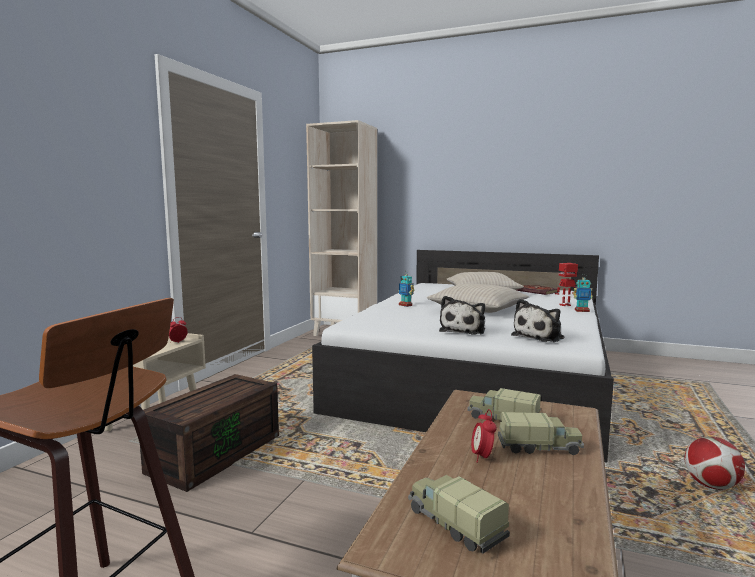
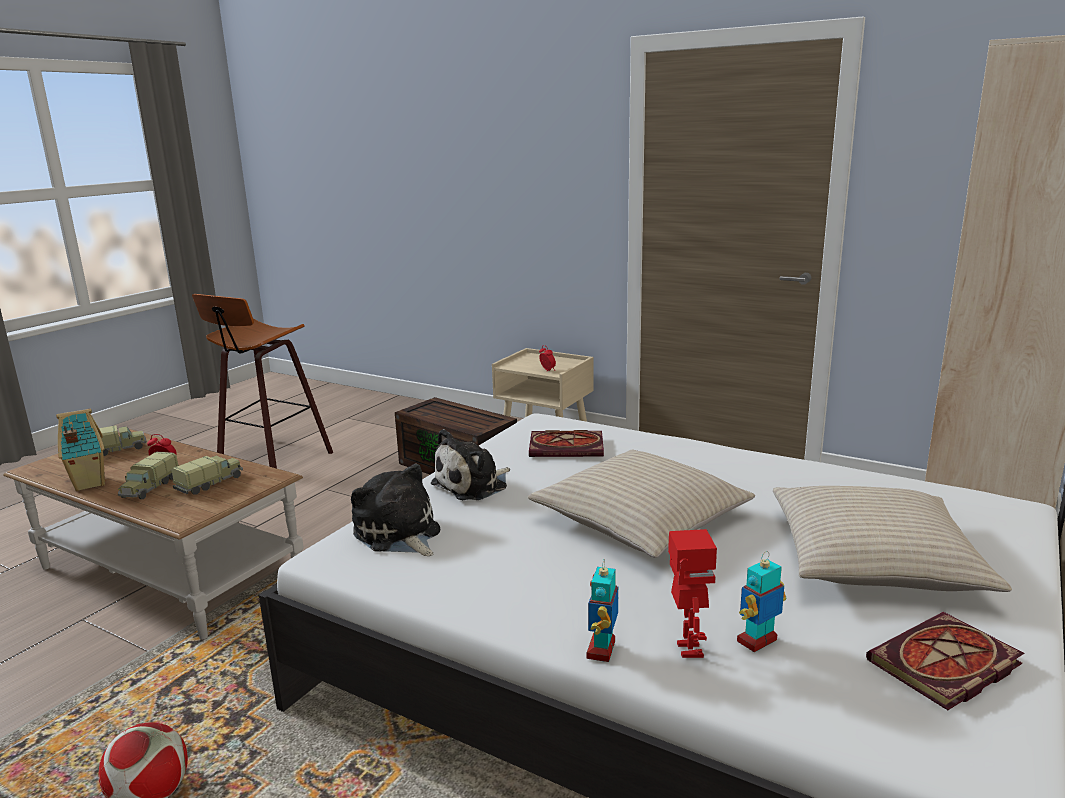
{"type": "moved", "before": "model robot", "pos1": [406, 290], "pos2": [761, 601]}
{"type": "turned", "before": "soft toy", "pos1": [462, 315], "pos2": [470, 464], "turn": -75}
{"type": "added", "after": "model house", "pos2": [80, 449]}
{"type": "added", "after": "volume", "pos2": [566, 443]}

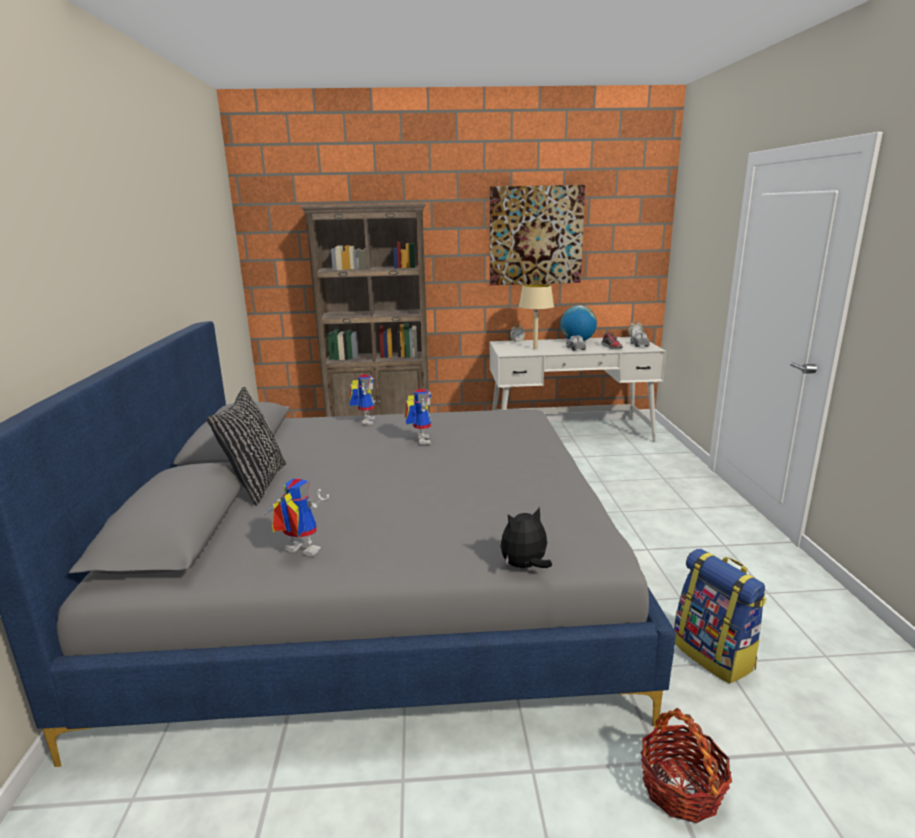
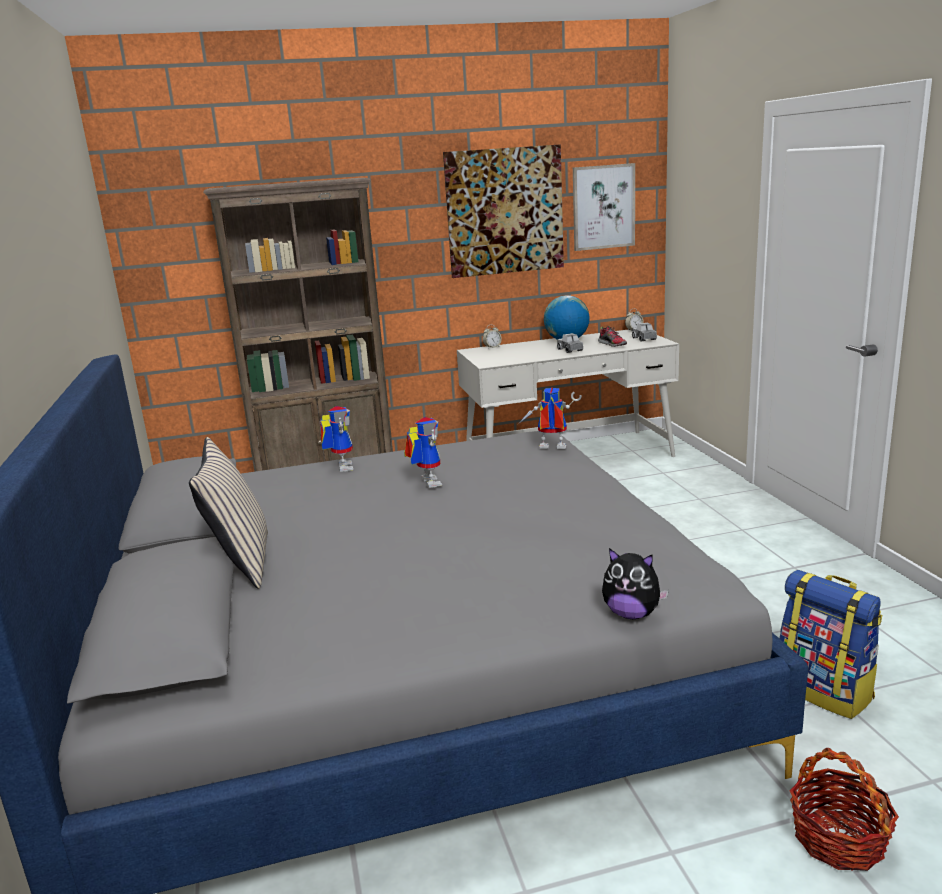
{"type": "recoloured", "before": "throw pillow (blackish)", "after": "throw pillow (beige)", "pos1": [246, 446], "pos2": [228, 513]}
{"type": "moved", "before": "model robot", "pos1": [296, 517], "pos2": [550, 418]}
{"type": "turned", "before": "soft toy", "pos1": [526, 537], "pos2": [635, 583], "turn": -120}
{"type": "removed", "before": "tabletop lamp (beige)", "pos1": [536, 317]}
{"type": "added", "after": "wall art", "pos2": [604, 207]}

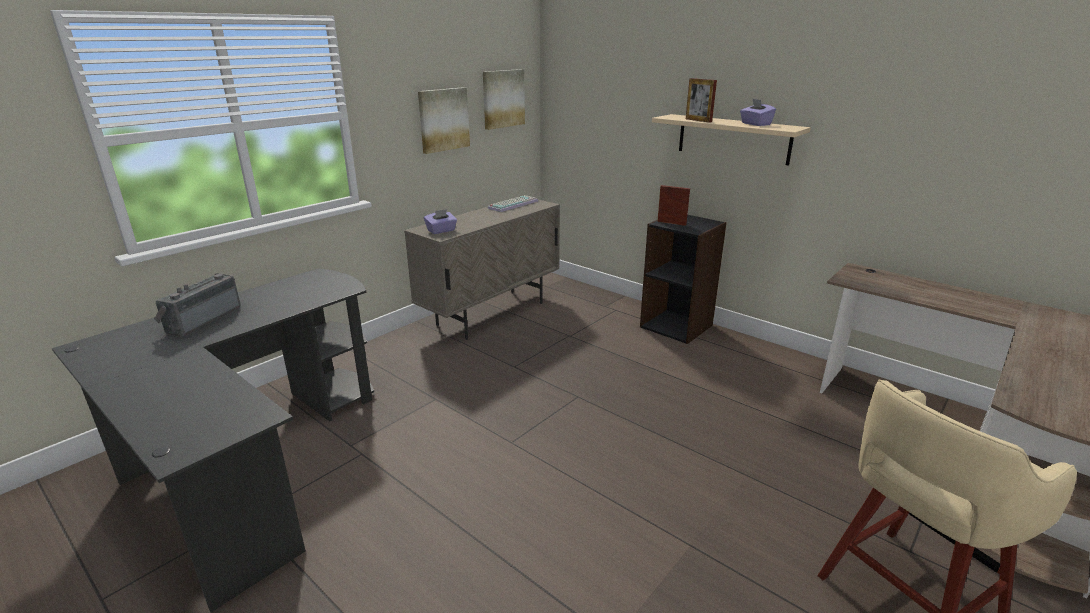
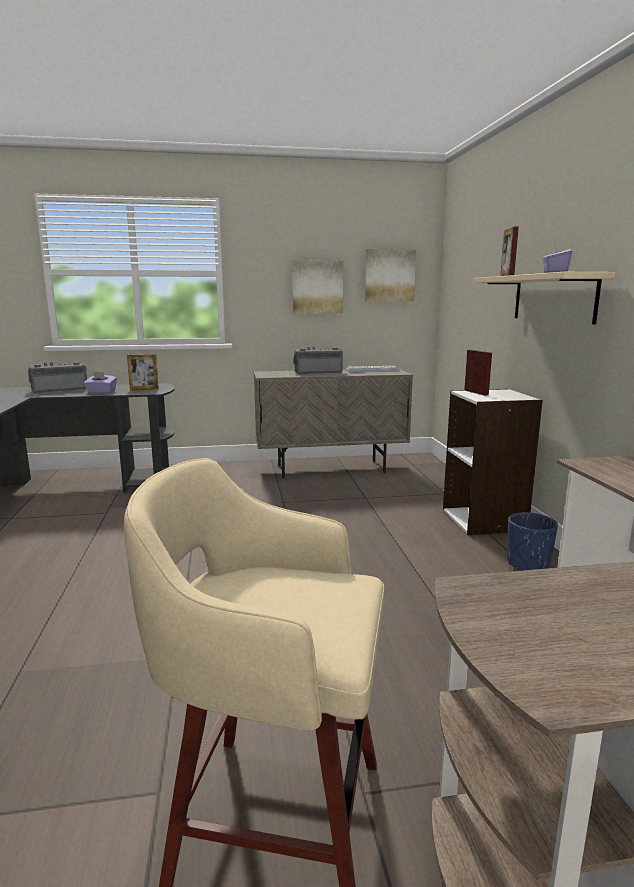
{"type": "moved", "before": "box of tissues (purple)", "pos1": [440, 221], "pos2": [100, 382]}
{"type": "recoloured", "before": "shelving unit (blackish)", "after": "shelving unit (white-coloured)", "pos1": [683, 279], "pos2": [493, 462]}
{"type": "added", "after": "standing frame", "pos2": [143, 372]}
{"type": "added", "after": "radio receiver", "pos2": [318, 360]}
{"type": "added", "after": "planter (bluish)", "pos2": [532, 541]}

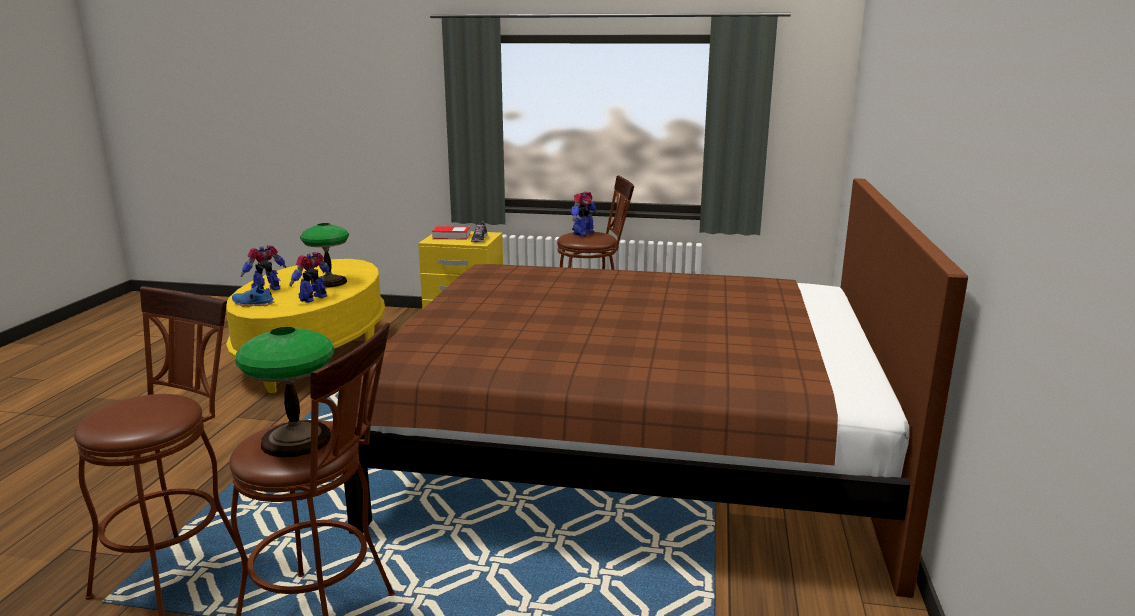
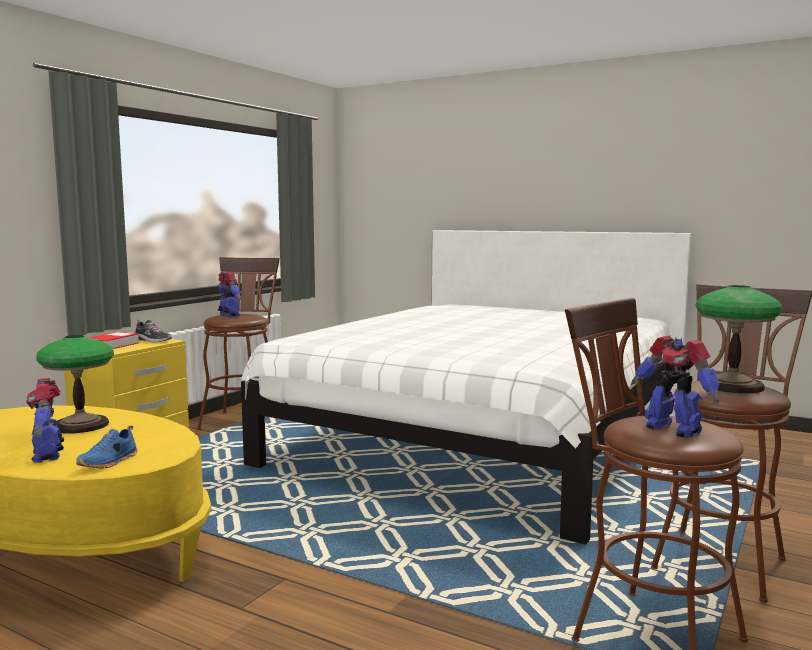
{"type": "moved", "before": "model robot", "pos1": [310, 277], "pos2": [675, 387]}
{"type": "recoloured", "before": "bed (brown-coloured)", "after": "bed (white-coloured)", "pos1": [655, 388], "pos2": [466, 387]}

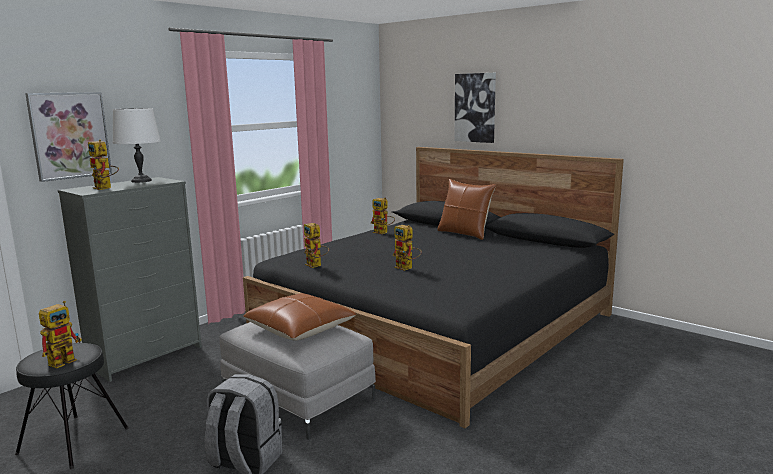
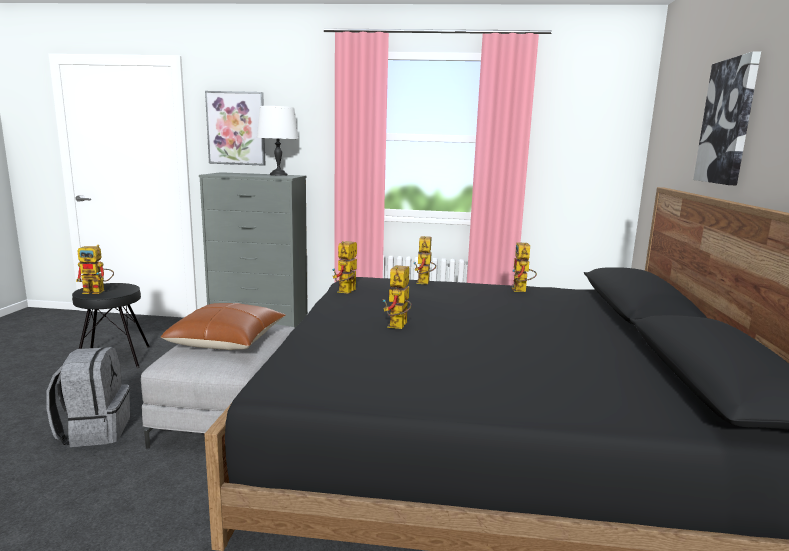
{"type": "moved", "before": "model robot", "pos1": [103, 164], "pos2": [424, 260]}
{"type": "removed", "before": "throw pillow (brown-coloured)", "pos1": [466, 209]}

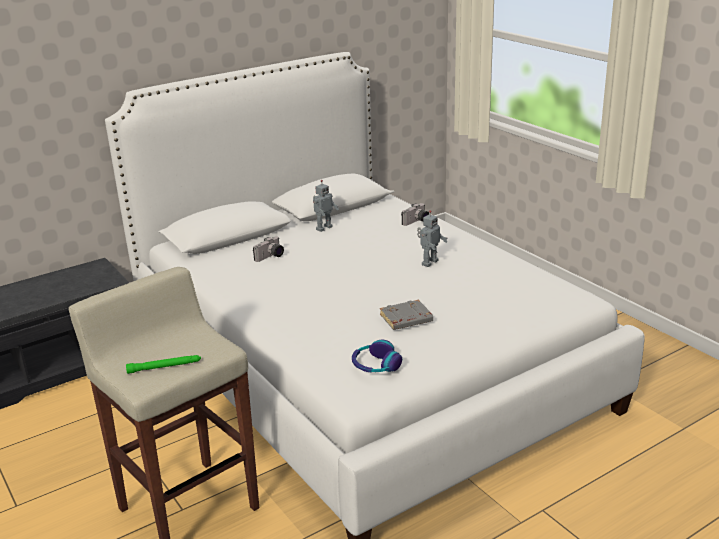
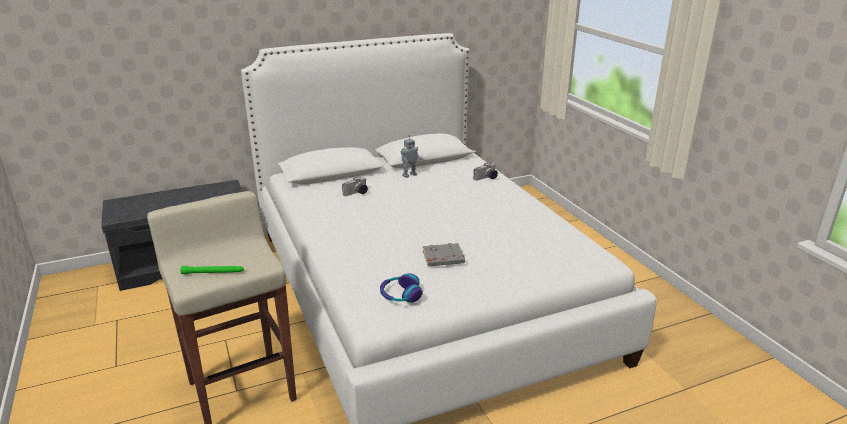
{"type": "removed", "before": "model robot", "pos1": [432, 238]}

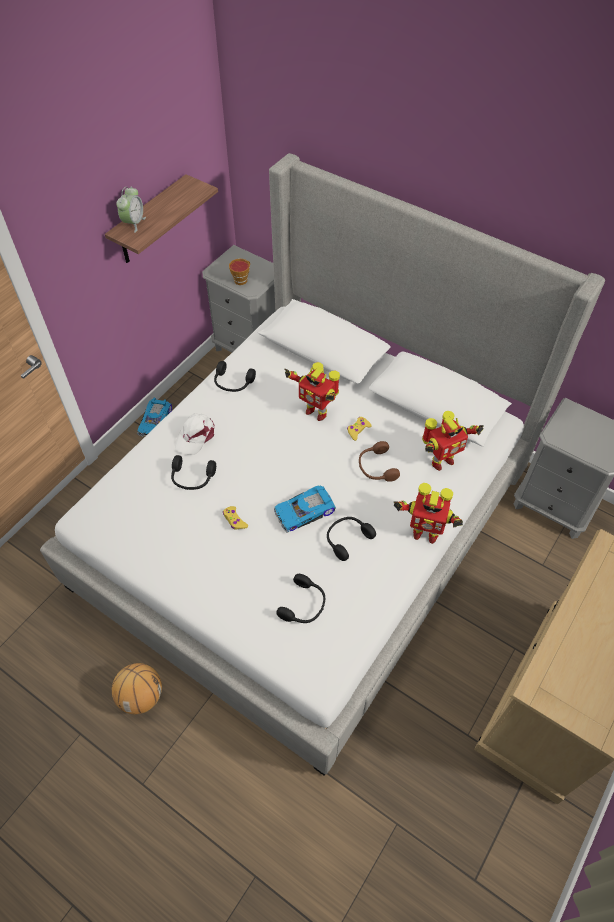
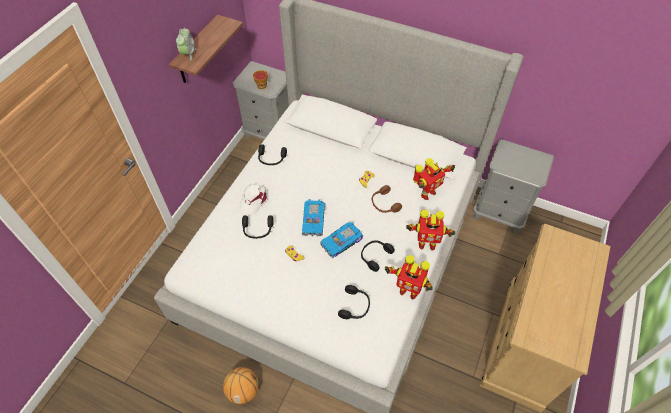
{"type": "moved", "before": "toy car", "pos1": [154, 417], "pos2": [313, 218]}
{"type": "moved", "before": "model robot", "pos1": [312, 391], "pos2": [409, 277]}

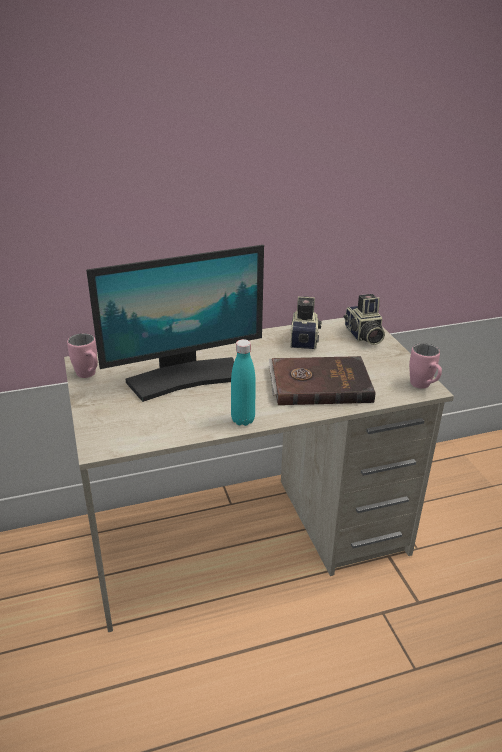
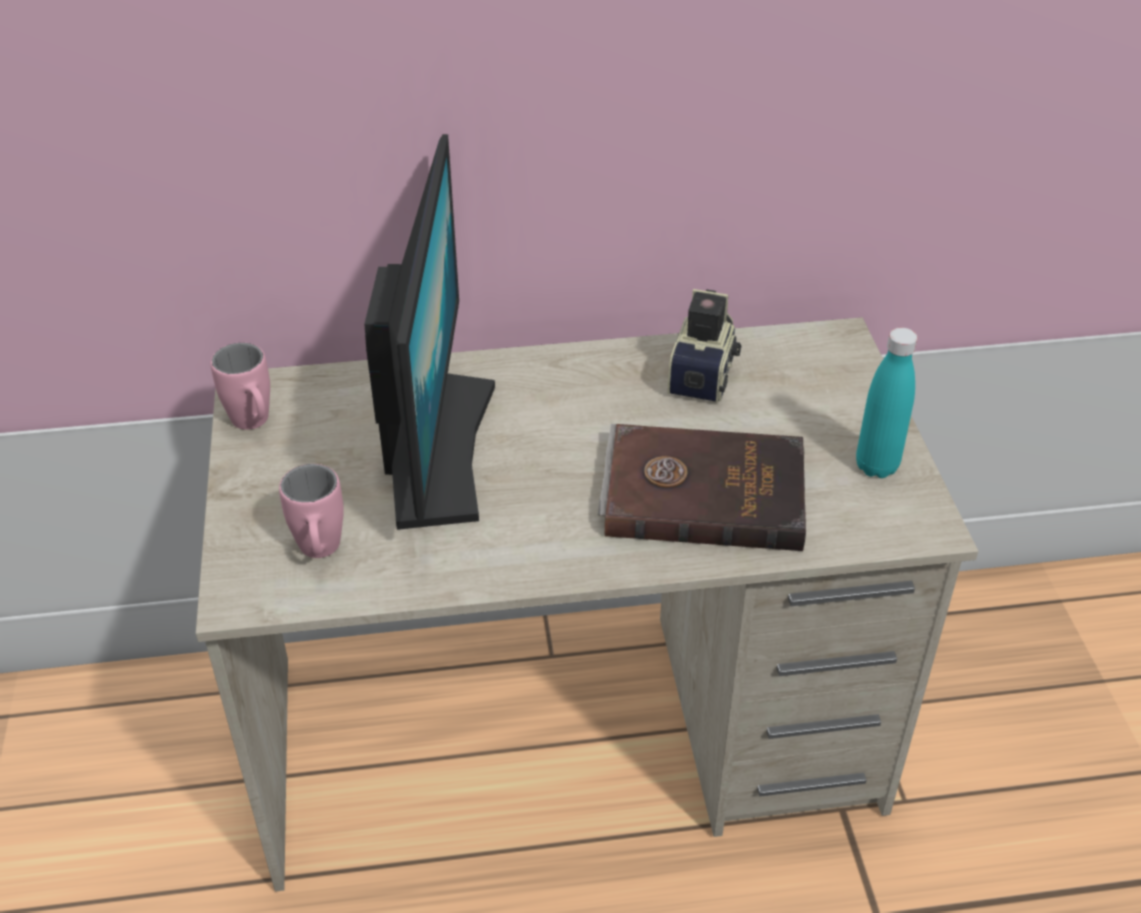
{"type": "turned", "before": "computer screen", "pos1": [175, 323], "pos2": [430, 332], "turn": -75}
{"type": "moved", "before": "drink bottle (blue-green)", "pos1": [243, 382], "pos2": [887, 402]}
{"type": "removed", "before": "photo camera", "pos1": [364, 319]}
{"type": "moved", "before": "mug (pinkish)", "pos1": [425, 366], "pos2": [311, 511]}

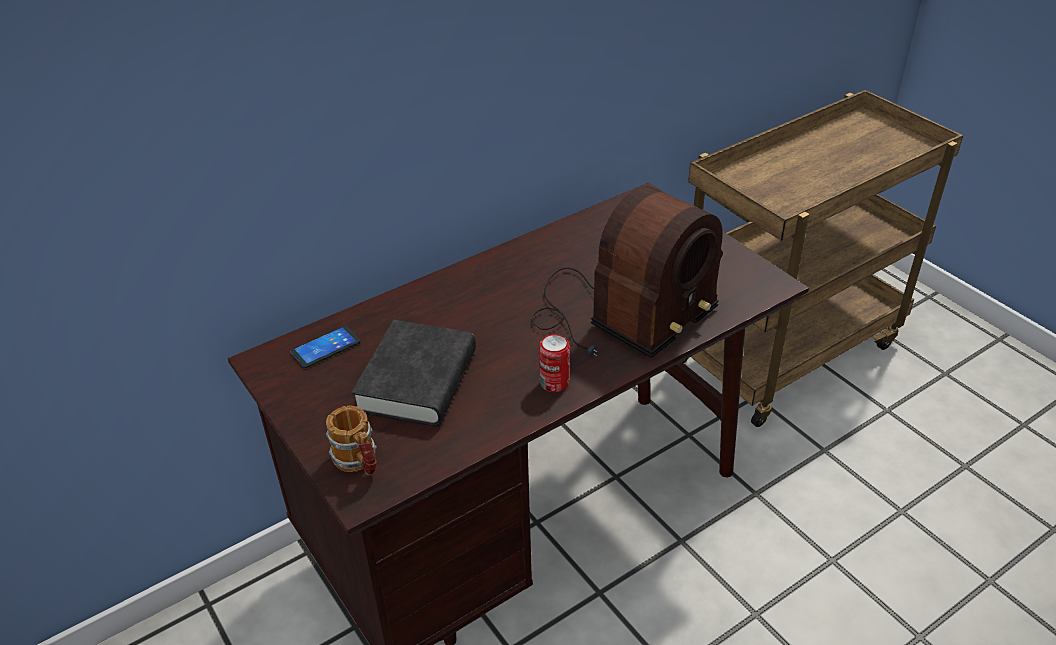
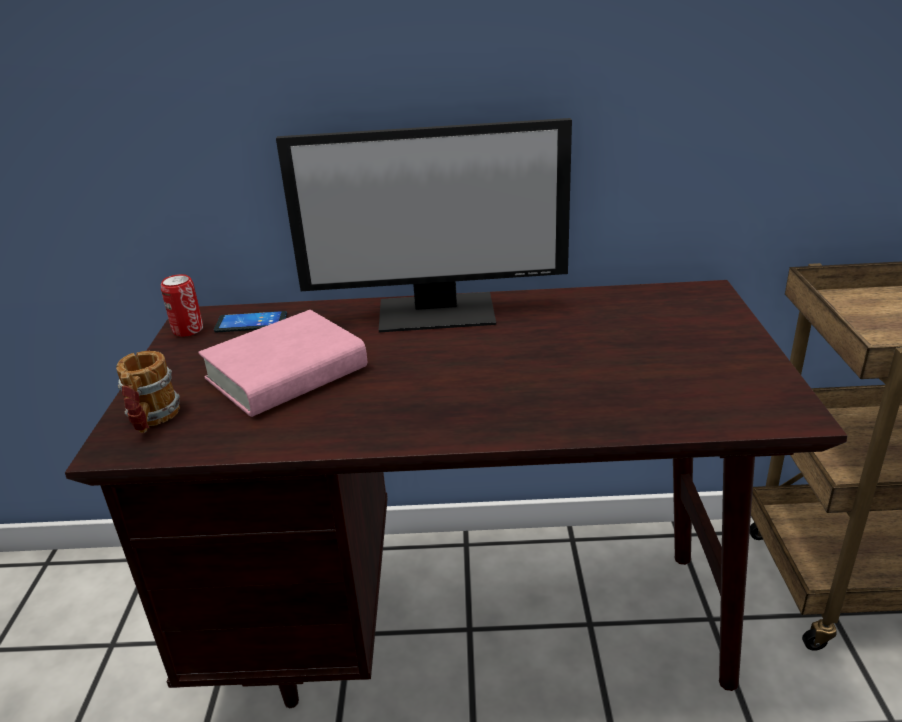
{"type": "recoloured", "before": "volume (blackish)", "after": "volume (pinkish)", "pos1": [413, 373], "pos2": [283, 363]}
{"type": "removed", "before": "radio receiver", "pos1": [627, 272]}
{"type": "moved", "before": "sealed can", "pos1": [554, 363], "pos2": [182, 305]}
{"type": "added", "after": "computer screen", "pos2": [424, 225]}

